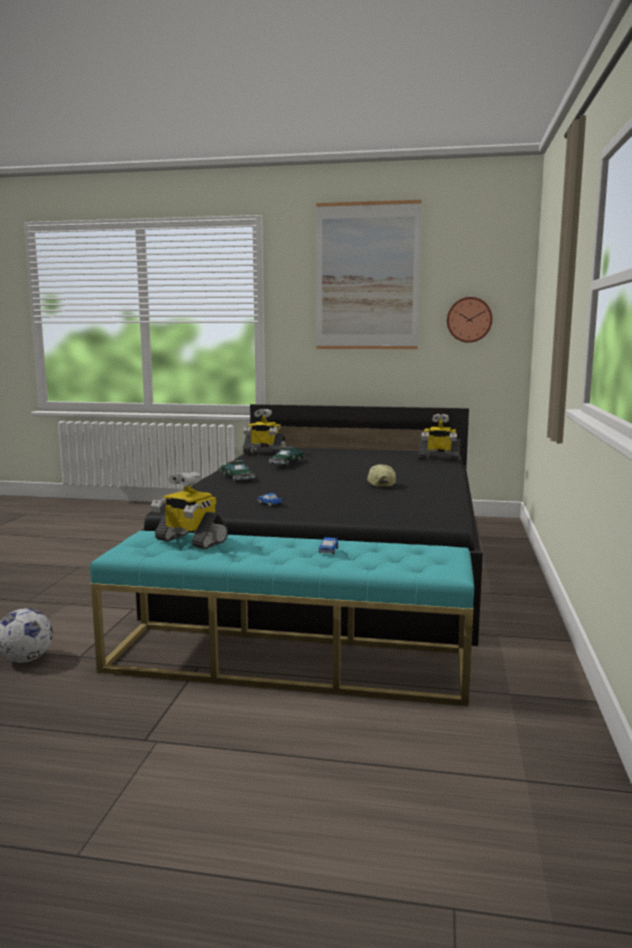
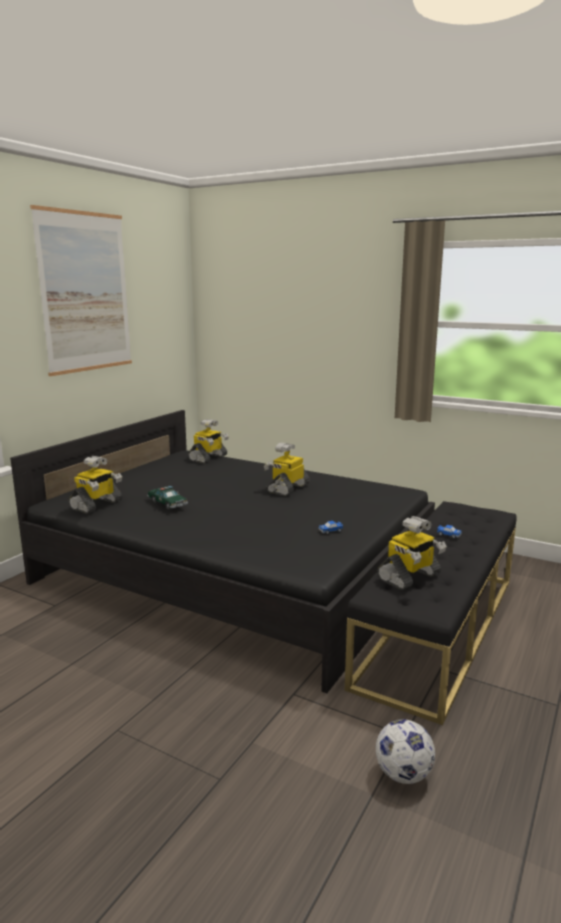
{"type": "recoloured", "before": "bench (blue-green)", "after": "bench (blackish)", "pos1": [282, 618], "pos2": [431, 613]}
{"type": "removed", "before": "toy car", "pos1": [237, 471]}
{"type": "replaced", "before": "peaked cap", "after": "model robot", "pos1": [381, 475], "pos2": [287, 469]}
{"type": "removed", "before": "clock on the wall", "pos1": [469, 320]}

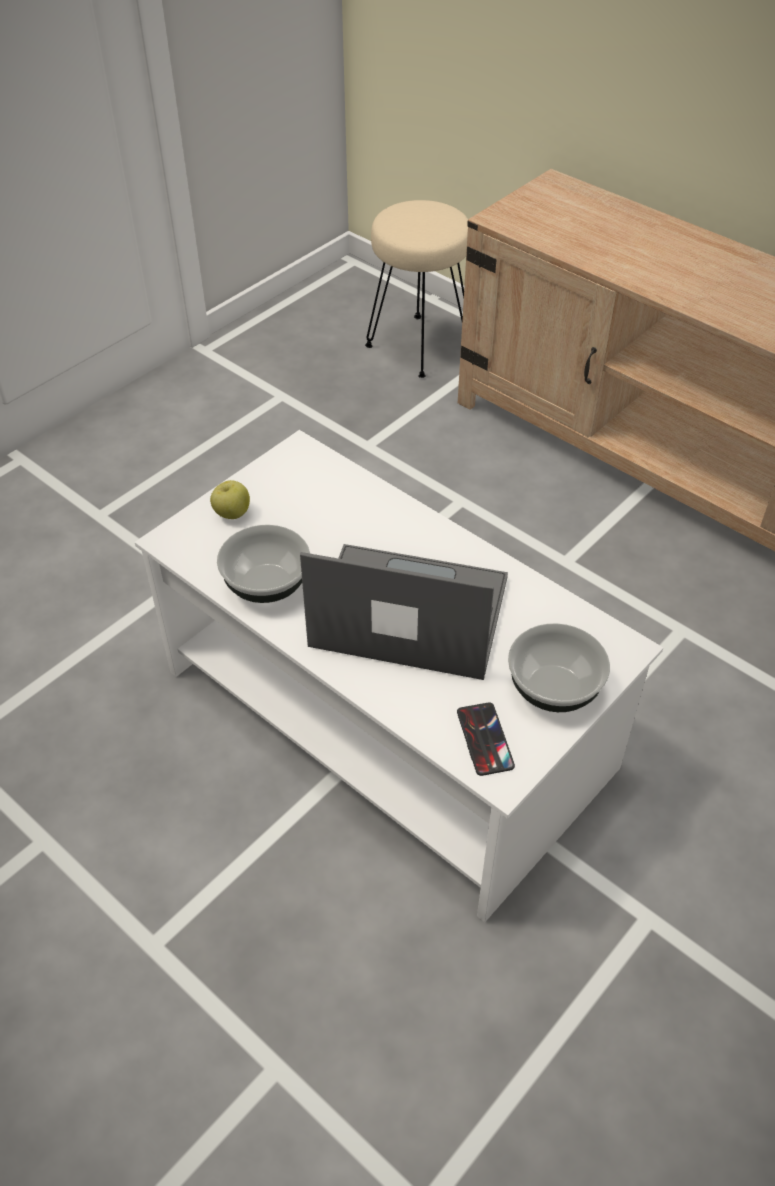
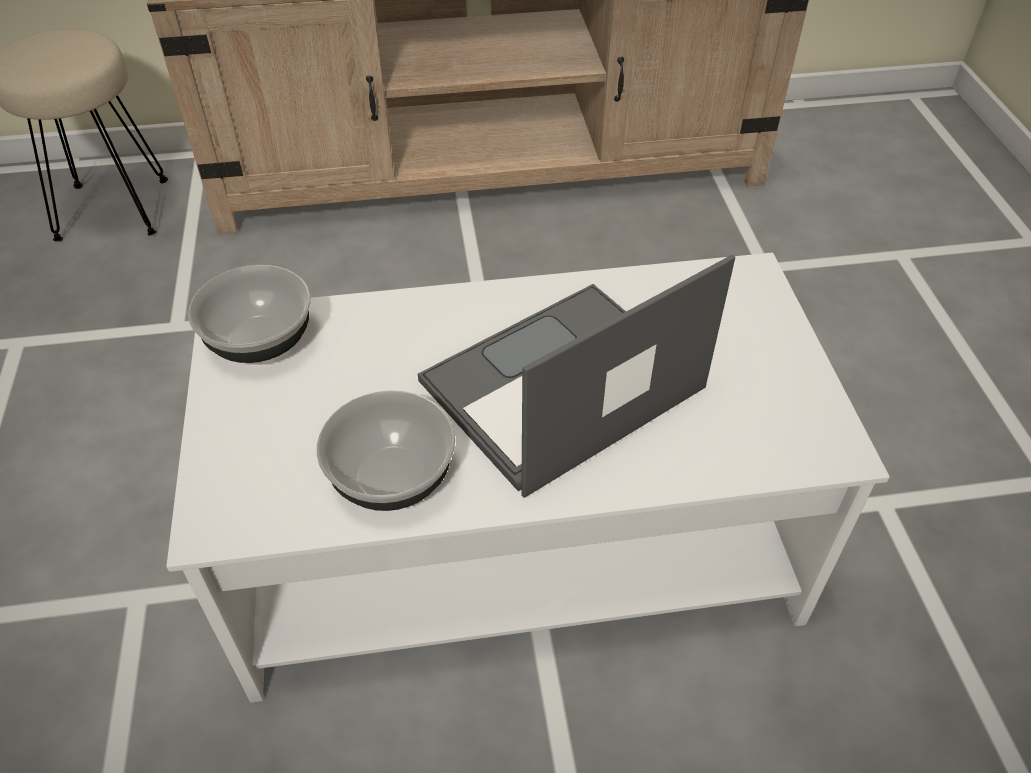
{"type": "removed", "before": "whole apple", "pos1": [230, 499]}
{"type": "removed", "before": "handset", "pos1": [486, 739]}
{"type": "moved", "before": "serving bowl", "pos1": [559, 667], "pos2": [249, 314]}

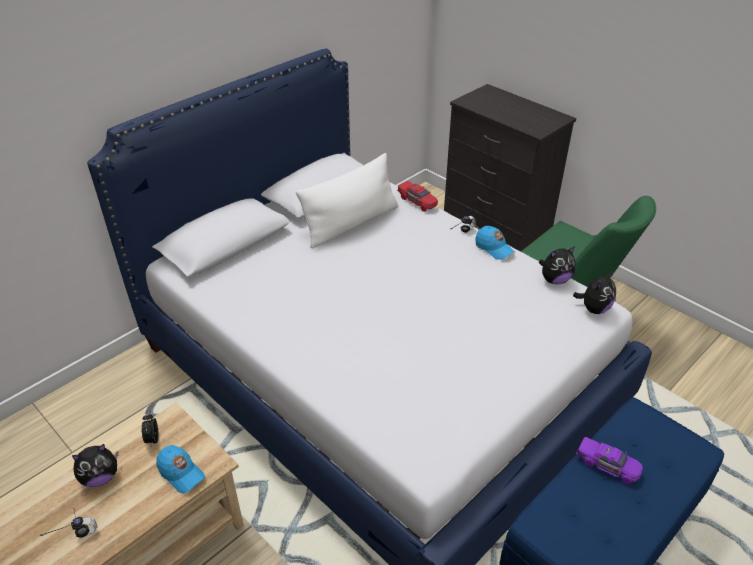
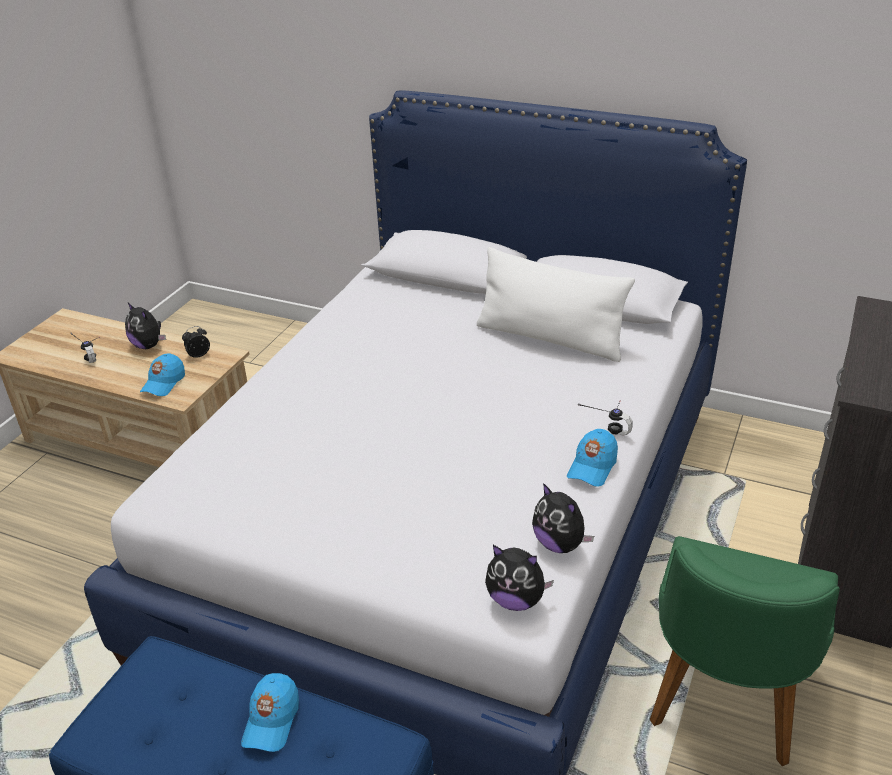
{"type": "removed", "before": "toy car (red-coloured)", "pos1": [417, 196]}
{"type": "replaced", "before": "toy car (purple)", "after": "peaked cap (bluish)", "pos1": [609, 460], "pos2": [270, 712]}

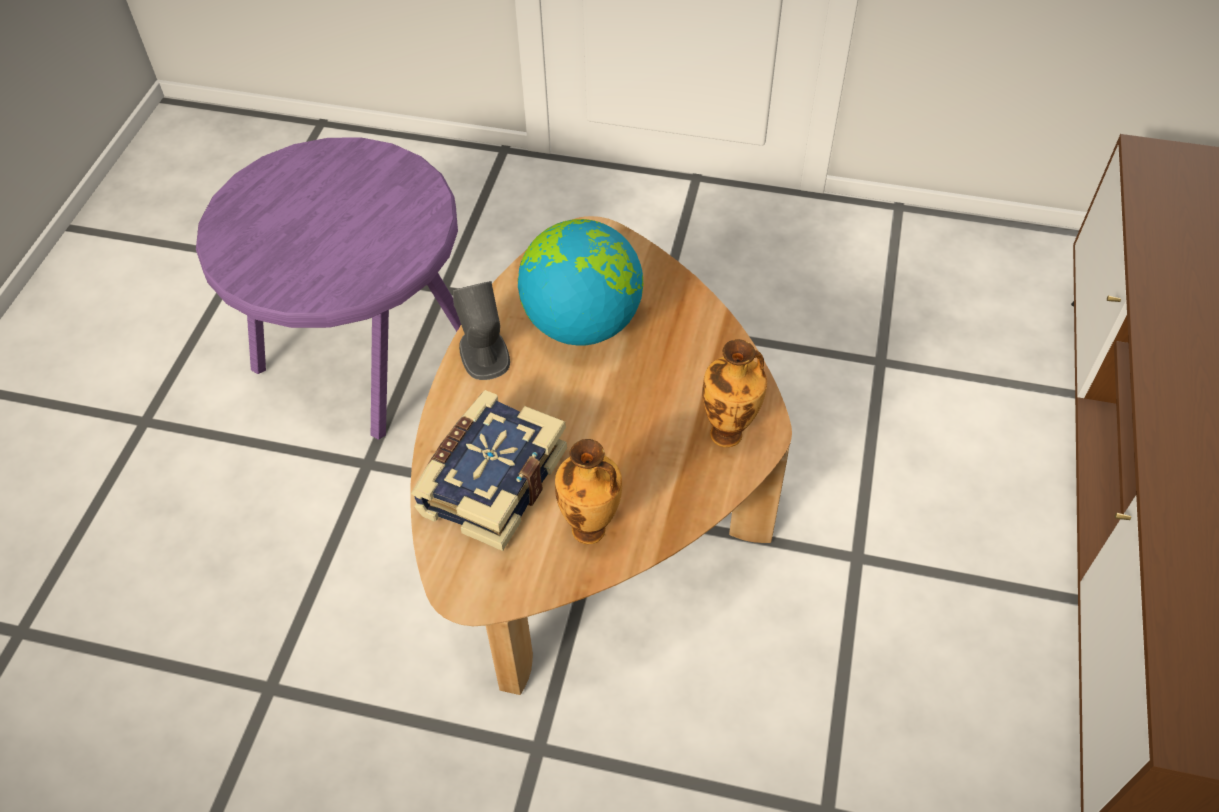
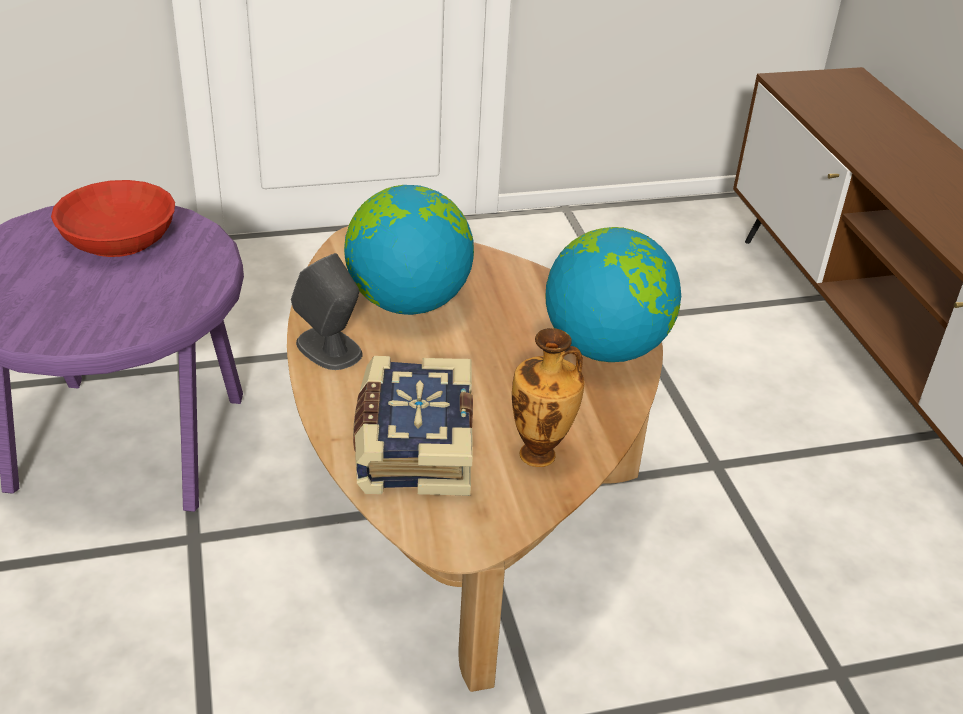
{"type": "replaced", "before": "flower vase", "after": "globe", "pos1": [734, 393], "pos2": [613, 294]}
{"type": "added", "after": "serving bowl (red-coloured)", "pos2": [113, 218]}

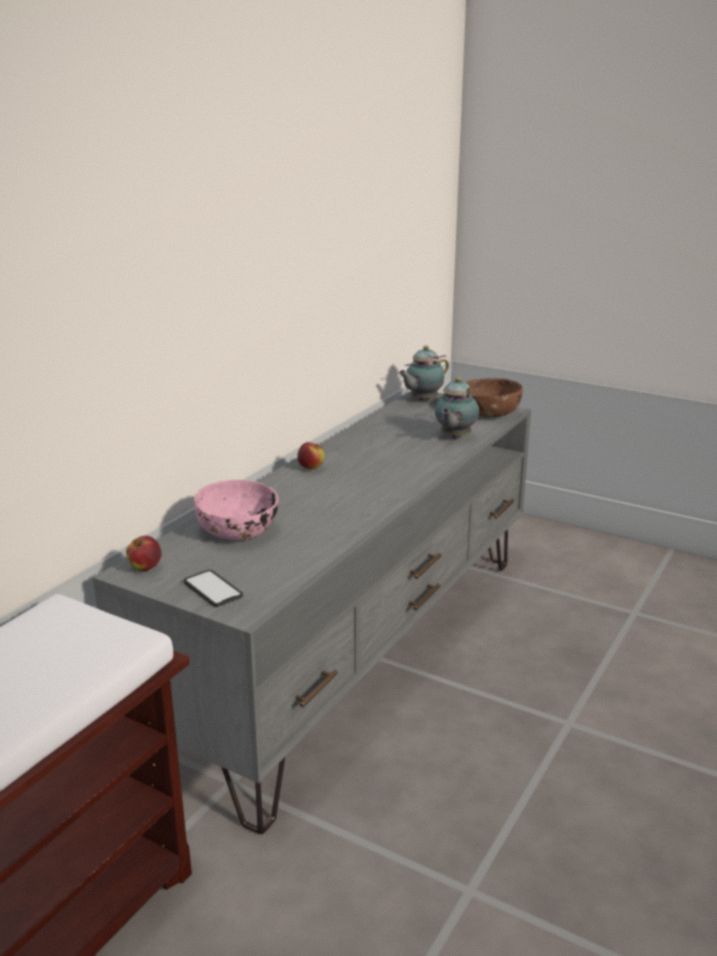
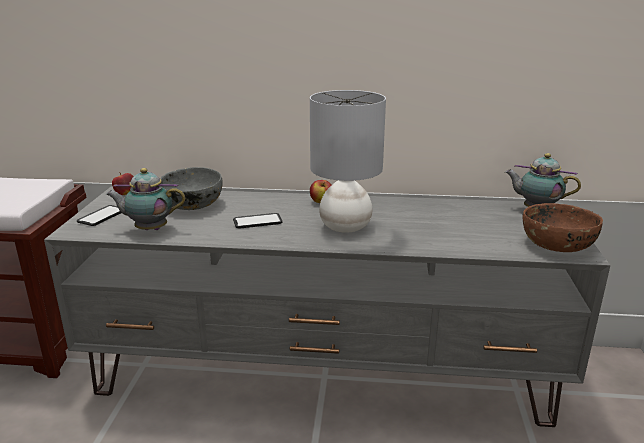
{"type": "recoloured", "before": "serving bowl (pinkish)", "after": "serving bowl (gray)", "pos1": [236, 510], "pos2": [191, 188]}
{"type": "moved", "before": "teapot", "pos1": [457, 407], "pos2": [145, 199]}
{"type": "added", "after": "handset", "pos2": [258, 220]}
{"type": "added", "after": "tabletop lamp (gray)", "pos2": [348, 161]}

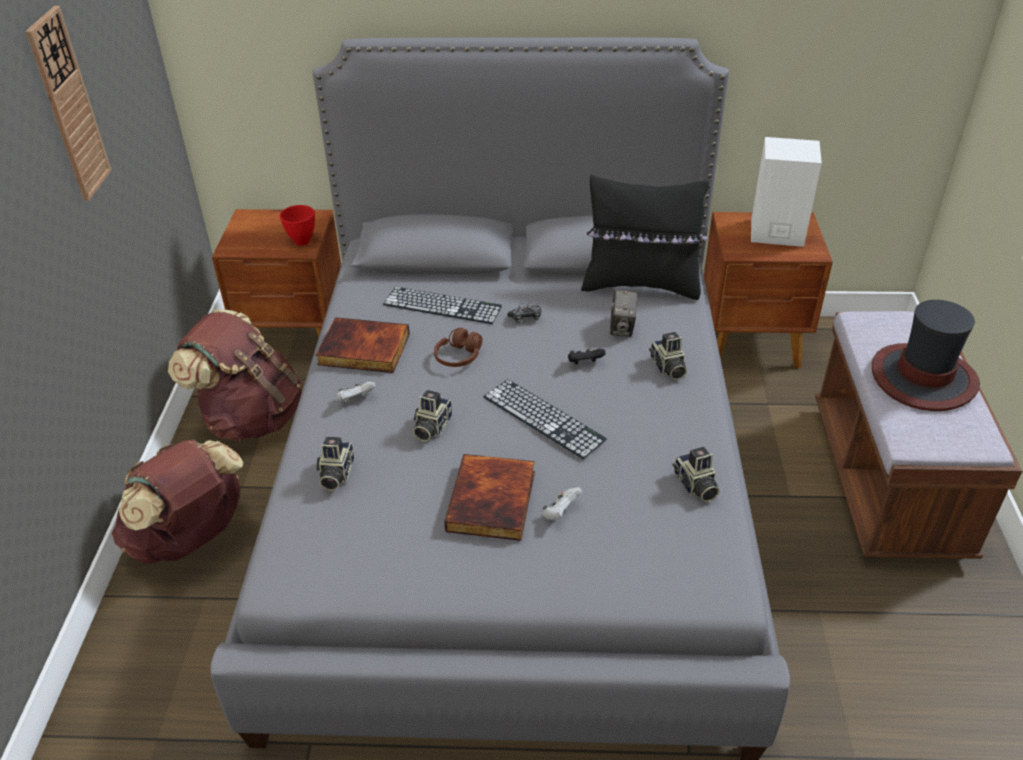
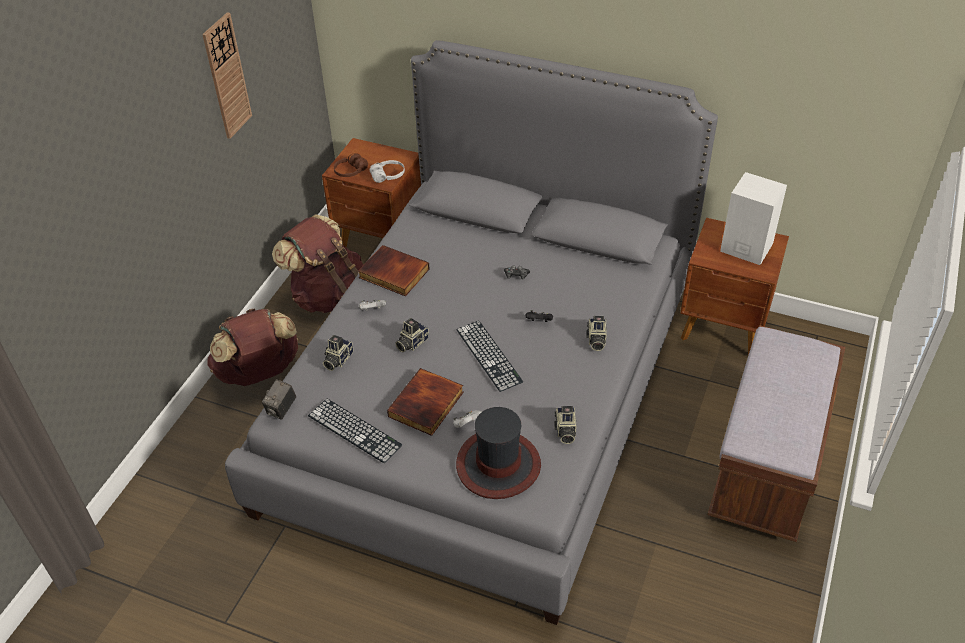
{"type": "replaced", "before": "serving bowl (red-coloured)", "after": "headset (white-coloured)", "pos1": [297, 225], "pos2": [387, 171]}
{"type": "moved", "before": "keyboard", "pos1": [442, 305], "pos2": [355, 431]}
{"type": "moved", "before": "headset (brown-coloured)", "pos1": [458, 347], "pos2": [351, 165]}
{"type": "removed", "before": "throw pillow (blackish)", "pos1": [645, 237]}
{"type": "moved", "before": "photo camera", "pos1": [623, 313], "pos2": [279, 399]}
{"type": "moved", "before": "hat", "pos1": [926, 355], "pos2": [498, 453]}

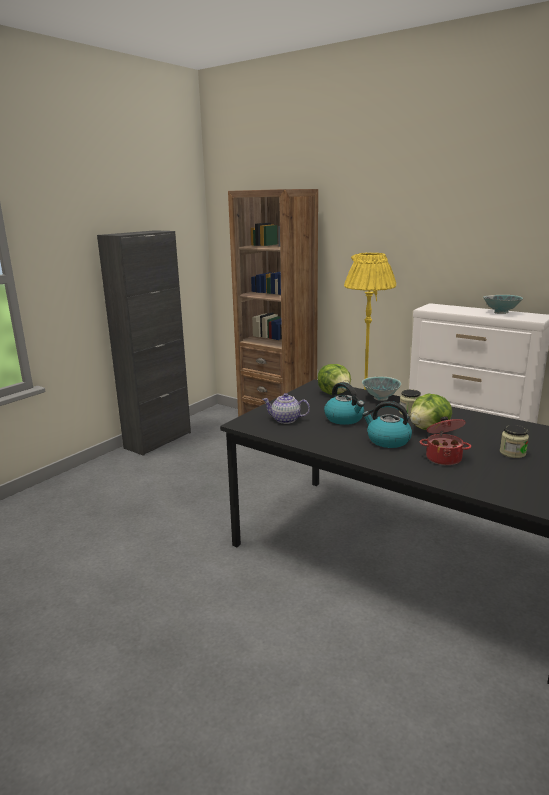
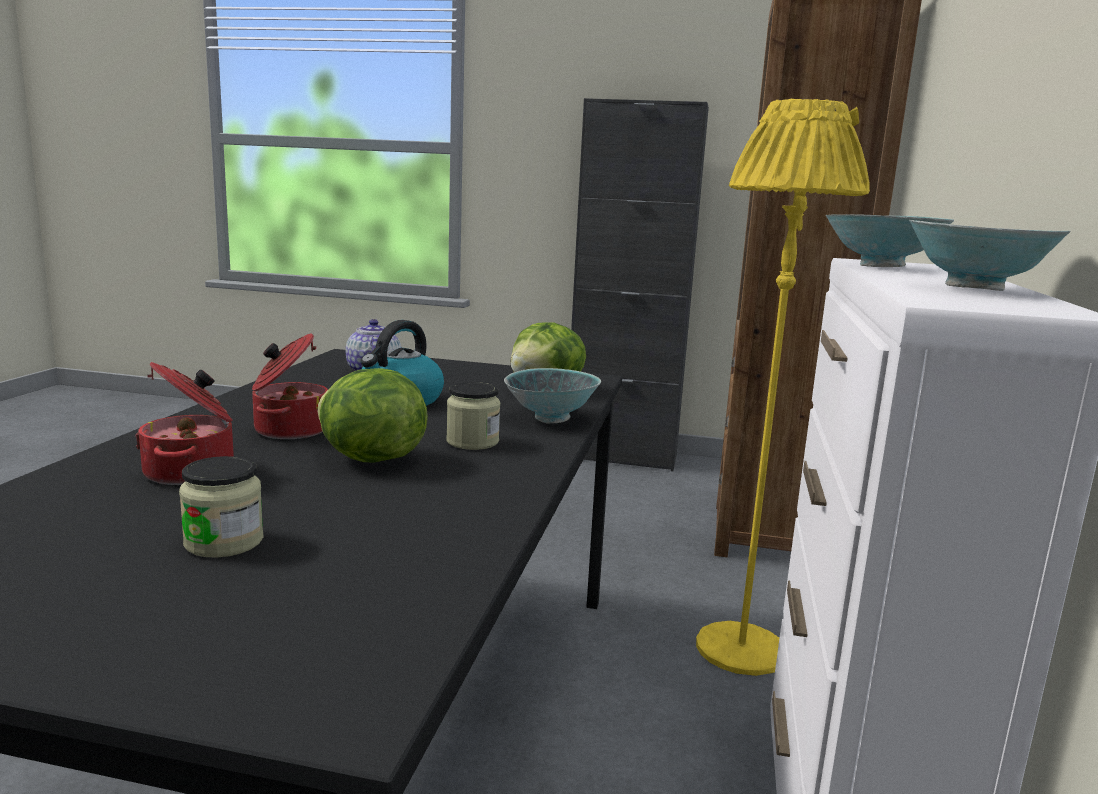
{"type": "replaced", "before": "water kettle", "after": "cooking pot", "pos1": [387, 424], "pos2": [290, 386]}
{"type": "added", "after": "serving bowl", "pos2": [890, 240]}

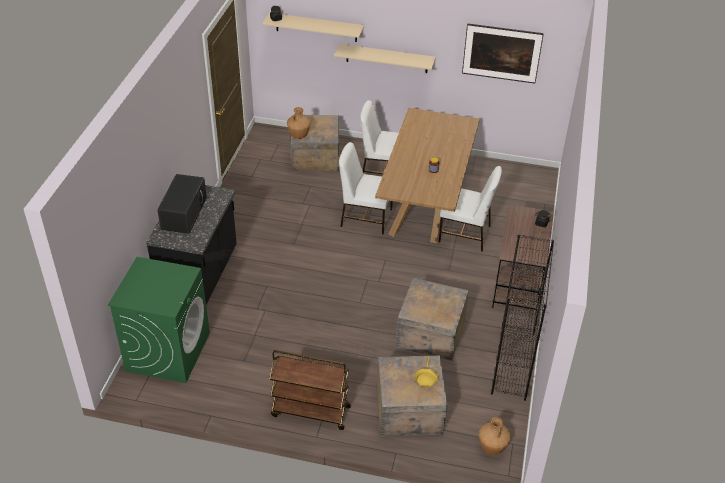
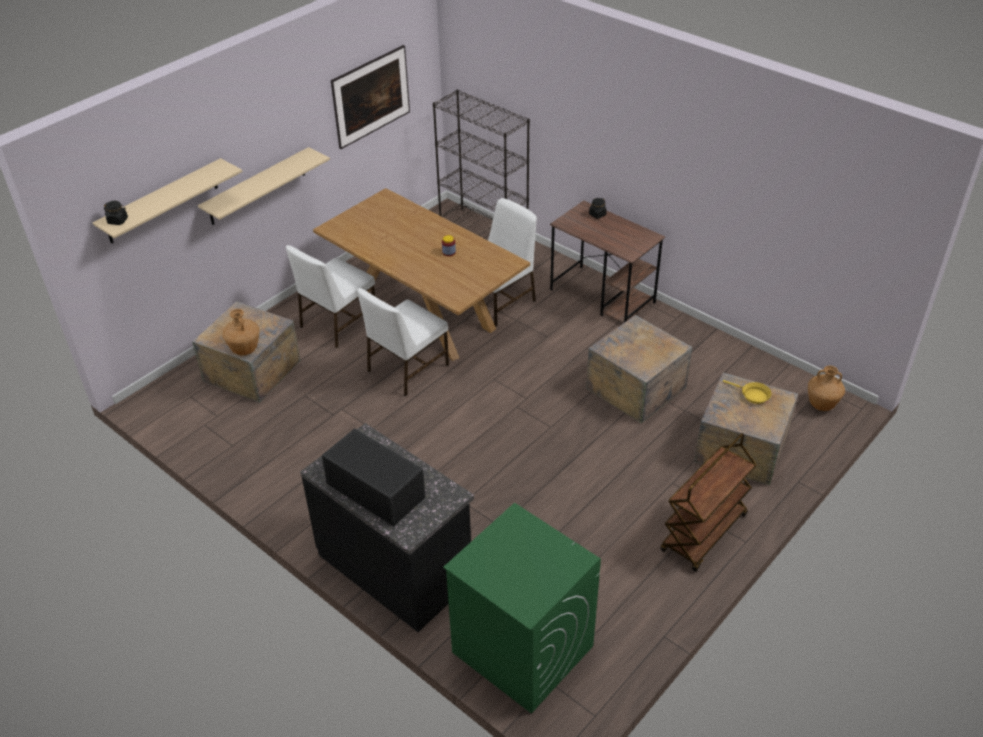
{"type": "moved", "before": "shelving unit (blackish)", "pos1": [522, 317], "pos2": [481, 164]}

